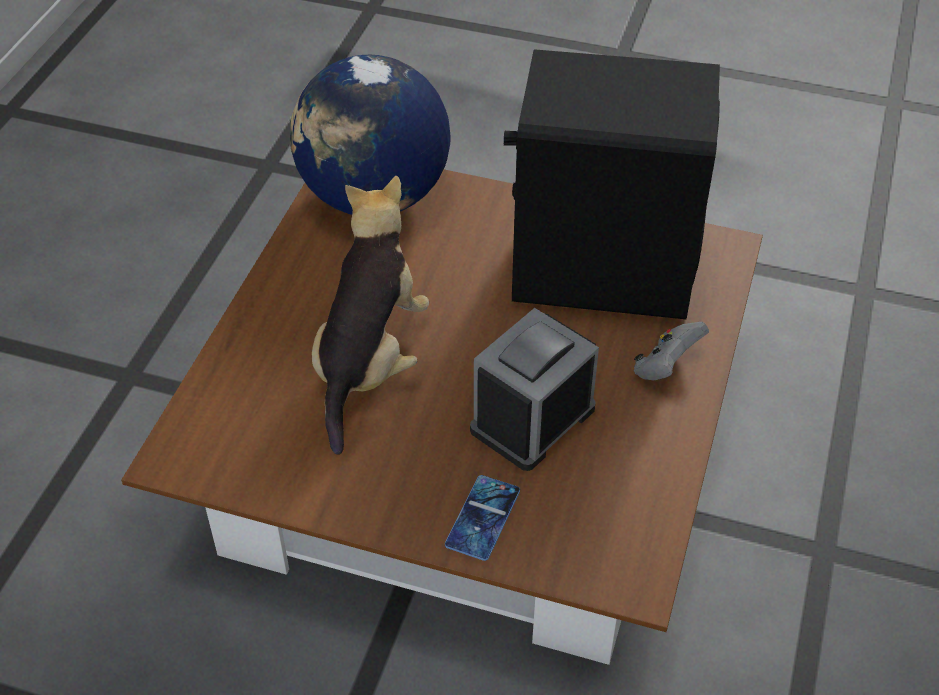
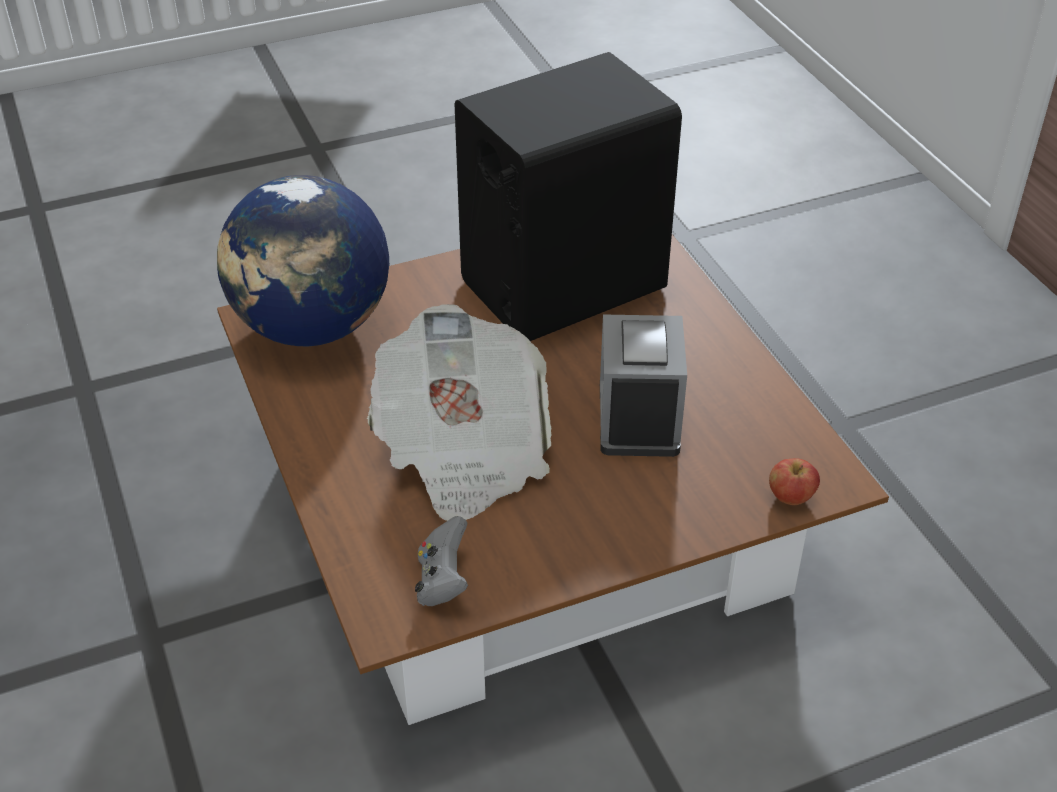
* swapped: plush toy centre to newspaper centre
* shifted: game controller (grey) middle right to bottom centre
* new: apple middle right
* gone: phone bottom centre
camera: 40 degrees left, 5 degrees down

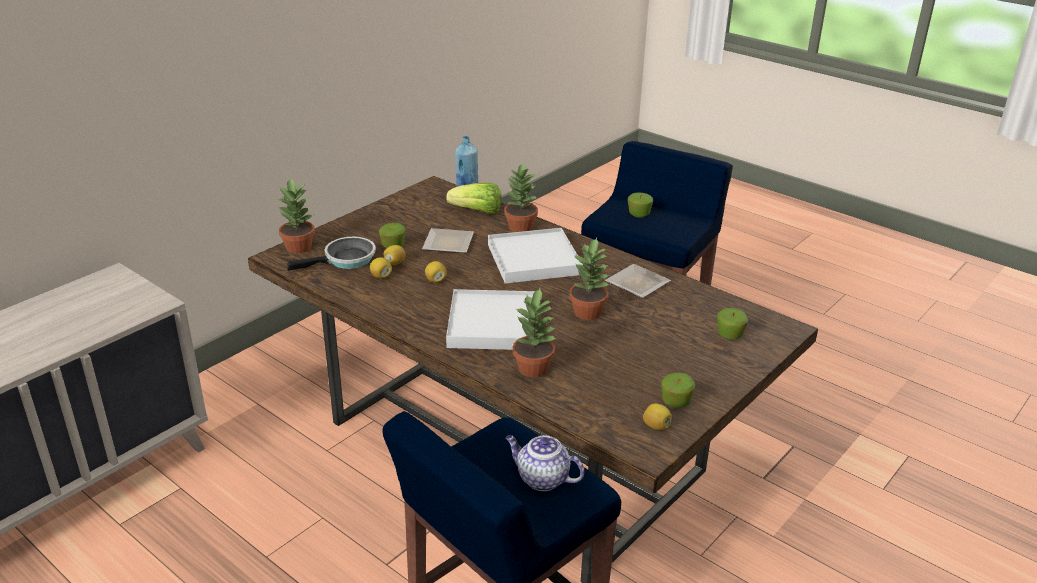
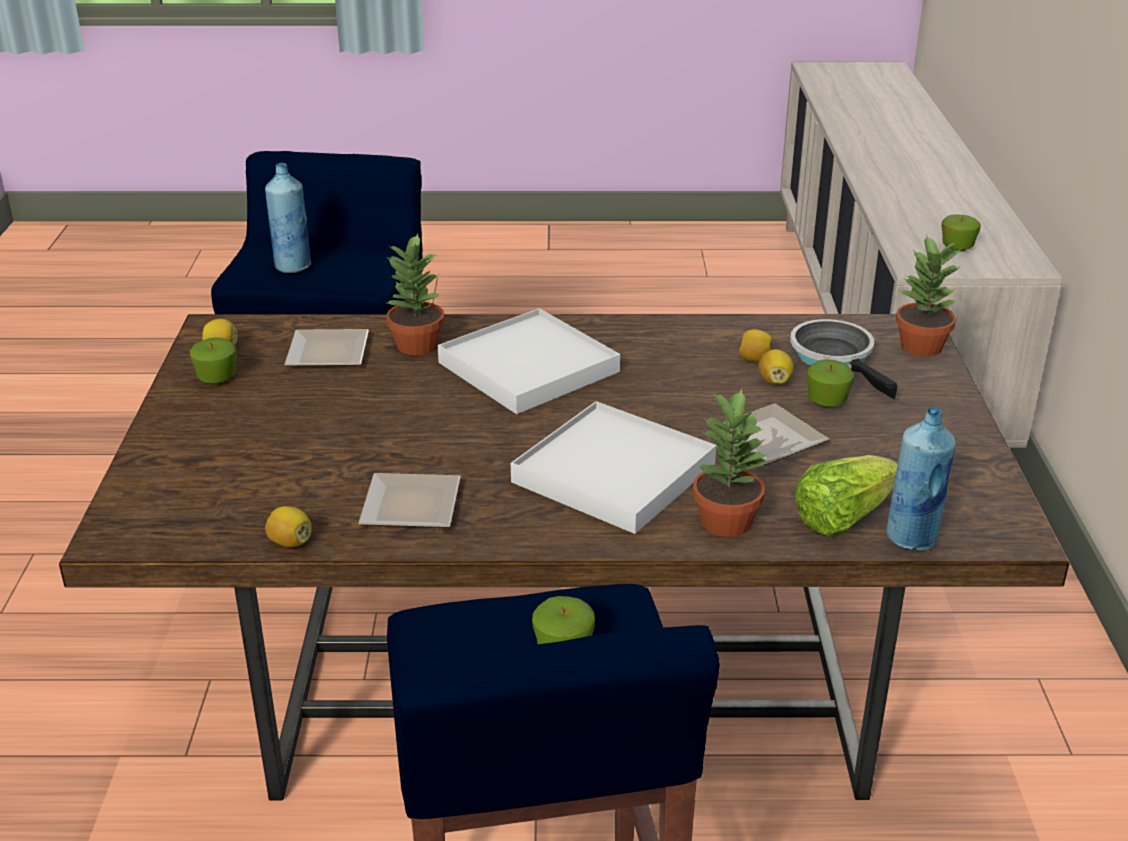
* swapped: teapot bottom centre to bottle (blue) (no. 1 from left) top left
* shifted: lemon (no. 3 from left in the first image) centre to lemon (no. 2 from left) middle left
* new: plate (no. 1 from left) middle left
* rotated: frying pan middle left = middle right 135 degrees clockwise
* shifted: apple (no. 4 from left) middle right to top right
* gone: potted plant (no. 4 from left) centre
camera: 140 degrees right, 0 degrees up

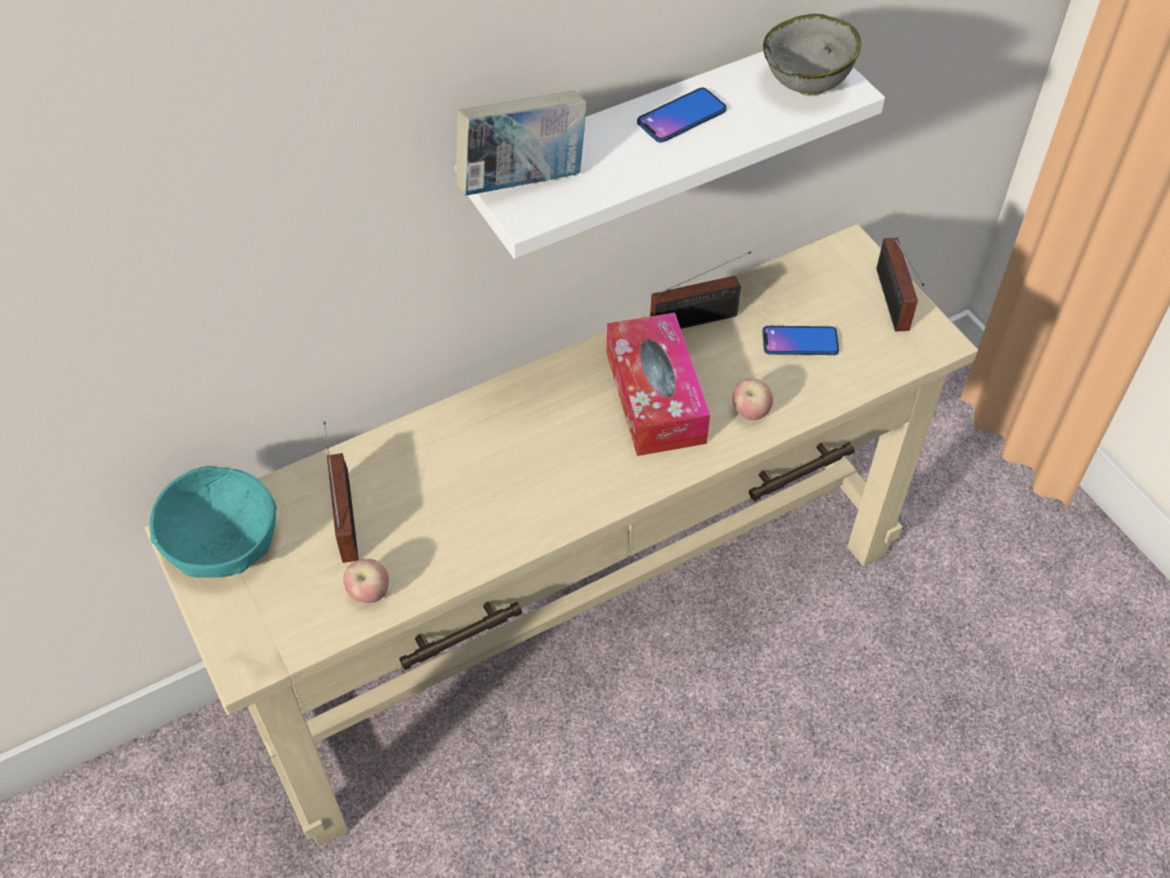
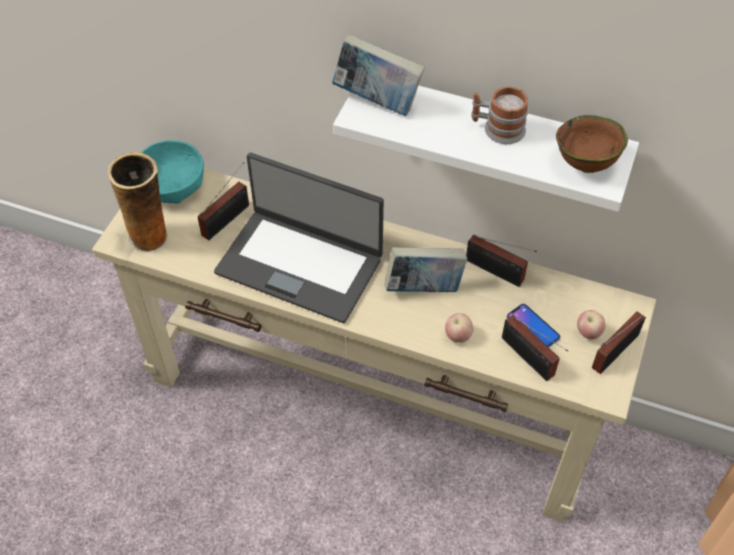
* new: vase middle left
* new: laptop centre
* swapped: tissue box centre to book (no. 2 from left) centre
* swapped: phone (no. 1 from left) top centre to mug top right
* new: radio (no. 3 from left) middle right
* repainted: bowl (grey) top right to bowl (brown) top right
* shifted: apple (no. 1 from left in the first image) middle left to apple (no. 2 from left) middle right
camera: 50 degrees right, 0 degrees up

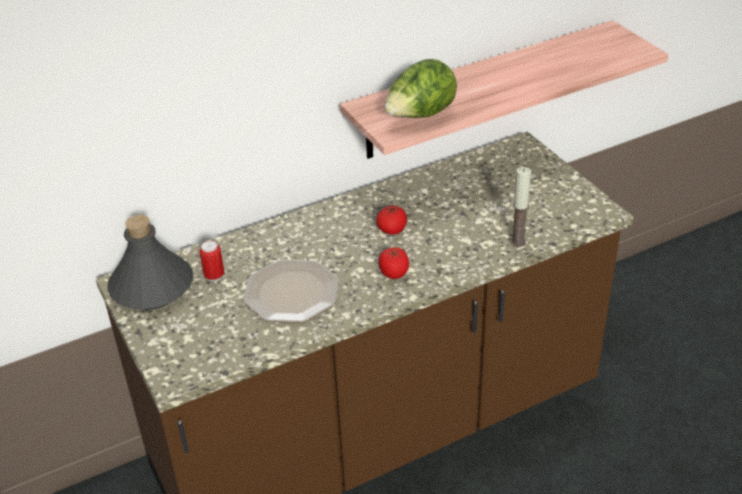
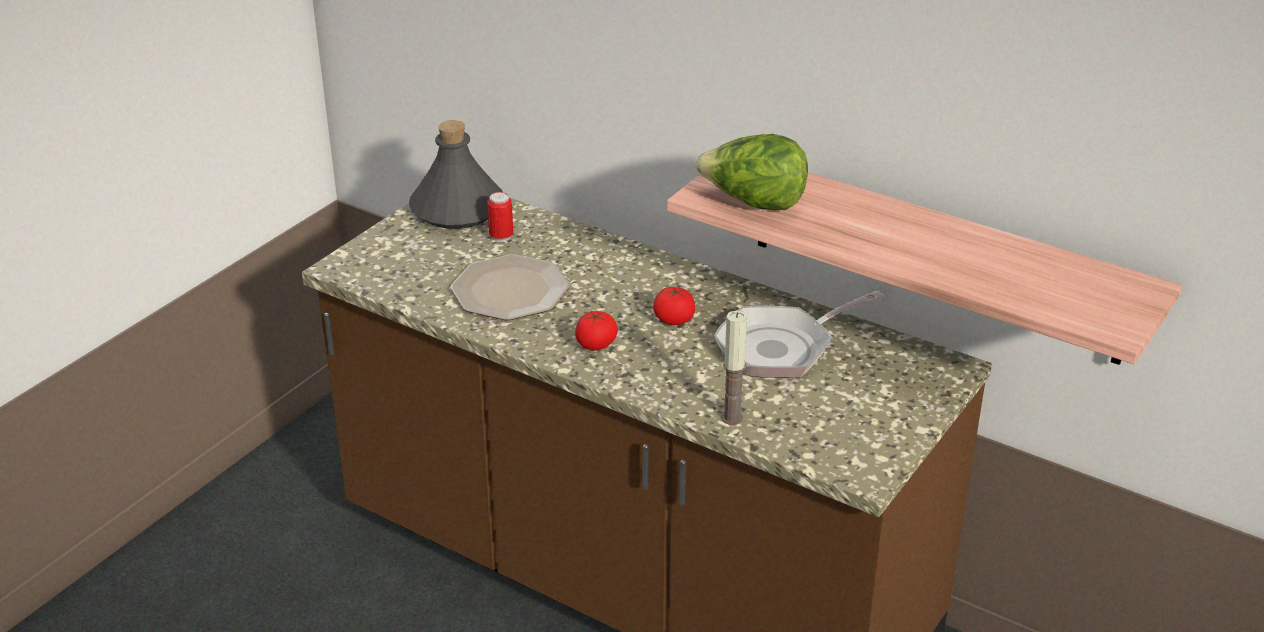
* new: frying pan centre
camera: 60 degrees right, 5 degrees down

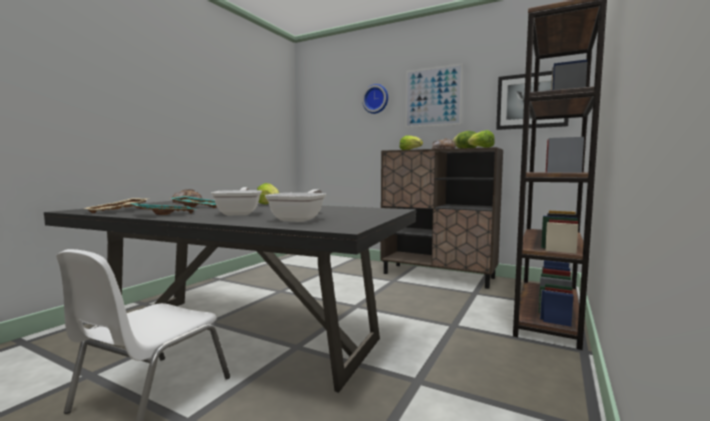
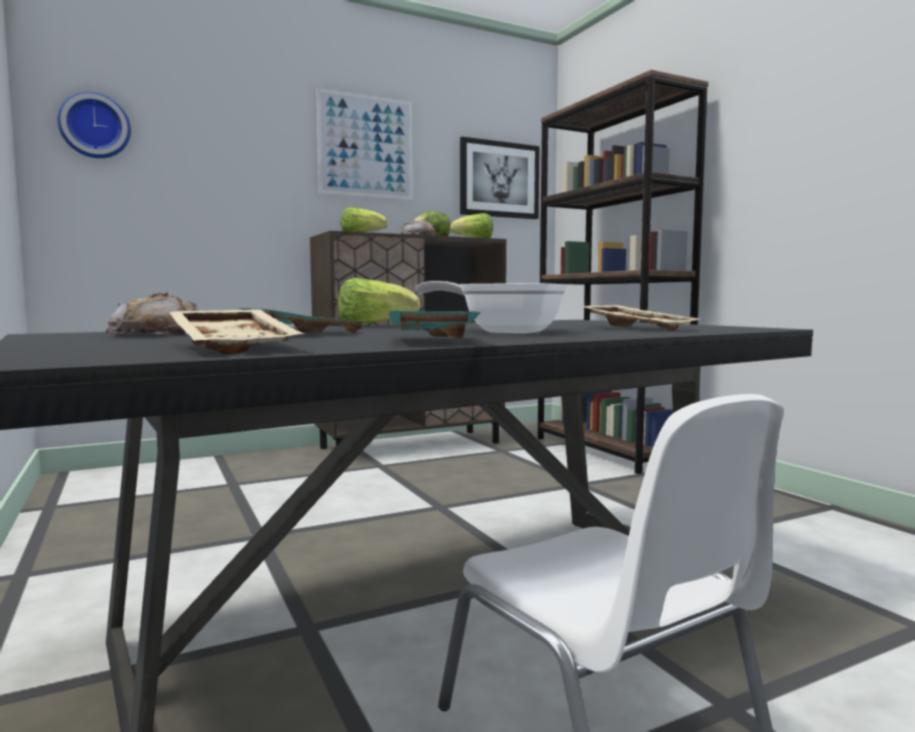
* shifted: wall clock top centre to top left
* swapped: frying pan (no. 2 from left) centre to tray (beige) (no. 2 from left) middle right
camera: 55 degrees left, 0 degrees up

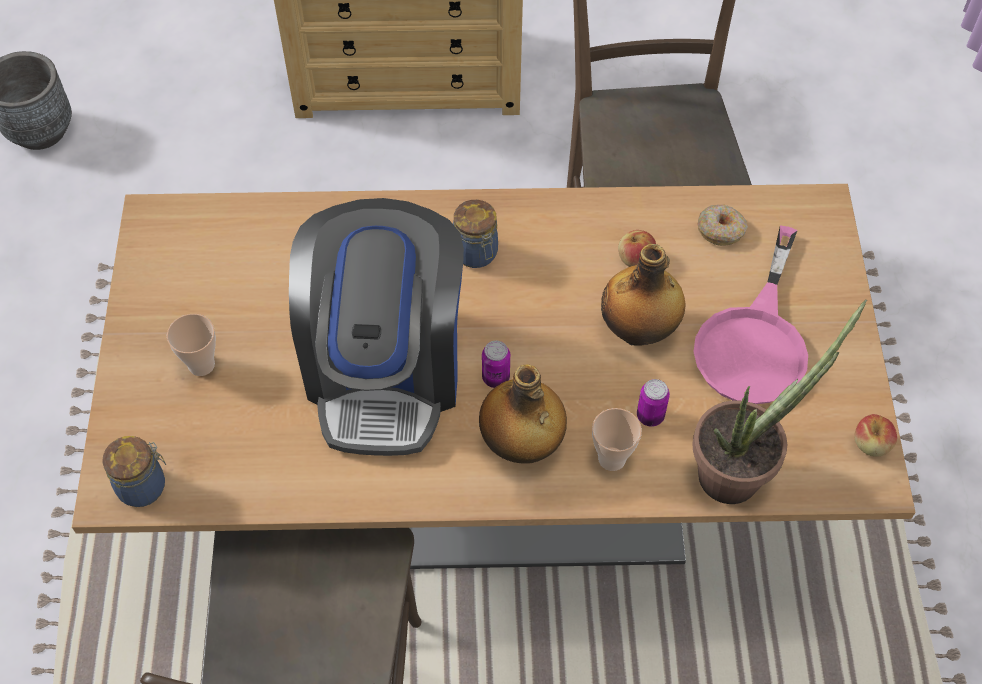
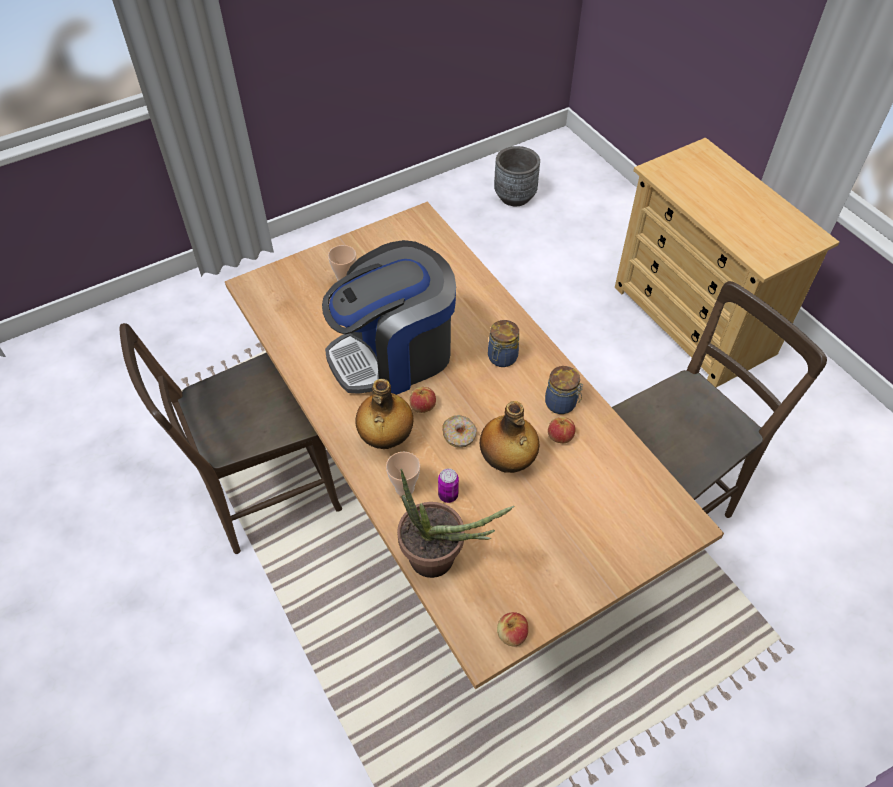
* swapped: can (no. 1 from left) centre to apple (no. 1 from left) centre
* shifted: donut top right to centre
* shifted: jar (no. 1 from left in the first image) bottom left to jar (no. 2 from left) centre
* gone: frying pan (pink) middle right
camera: 60 degrees right, 5 degrees down

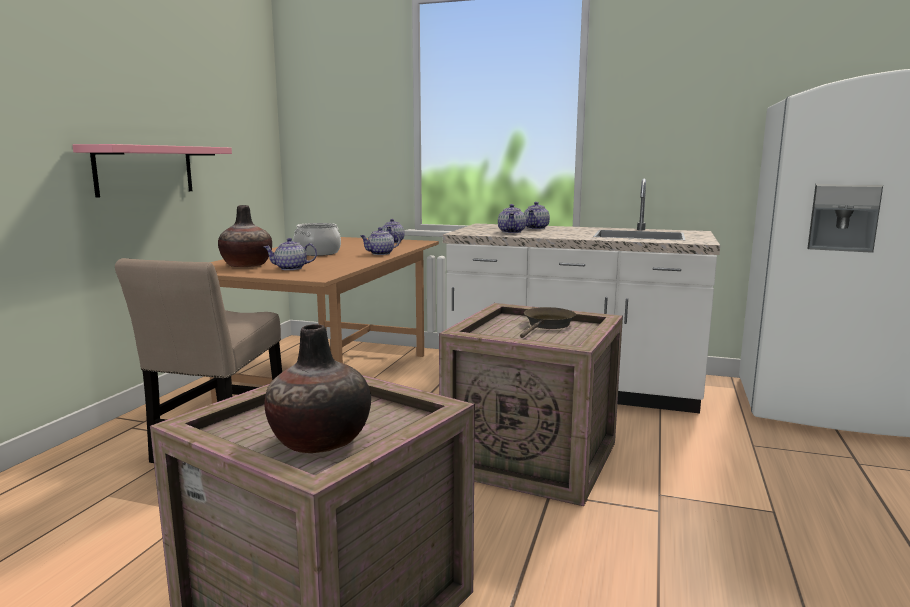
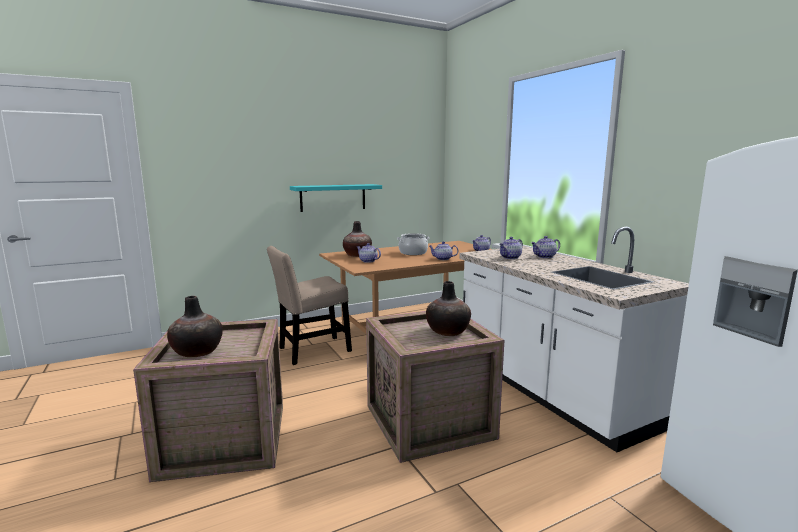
* repainted: shelf (pink) top left to shelf (turquoise) centre
* swapped: frying pan (brown) centre to vase (no. 3 from left) centre
camera: 45 degrees right, 0 degrees up

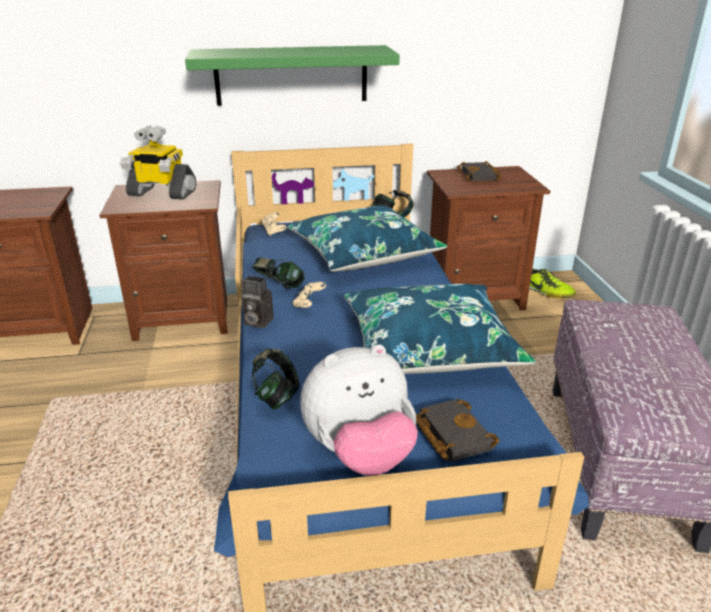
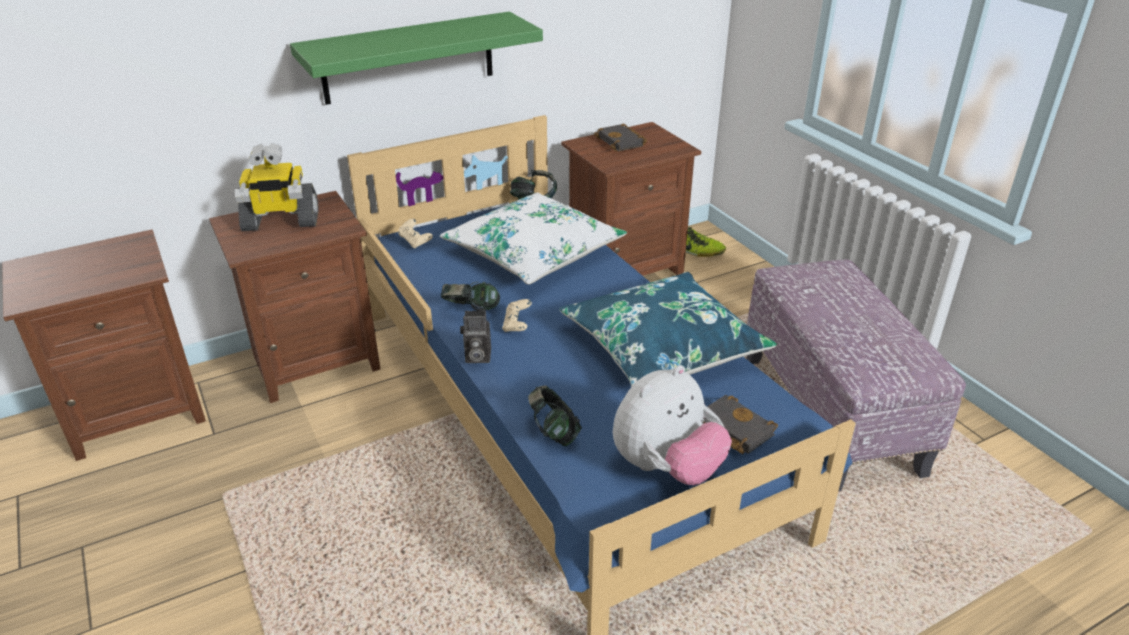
* repainted: pillow (blue) (no. 1 from left) centre to pillow (white) centre
camera: 20 degrees left, 5 degrees up

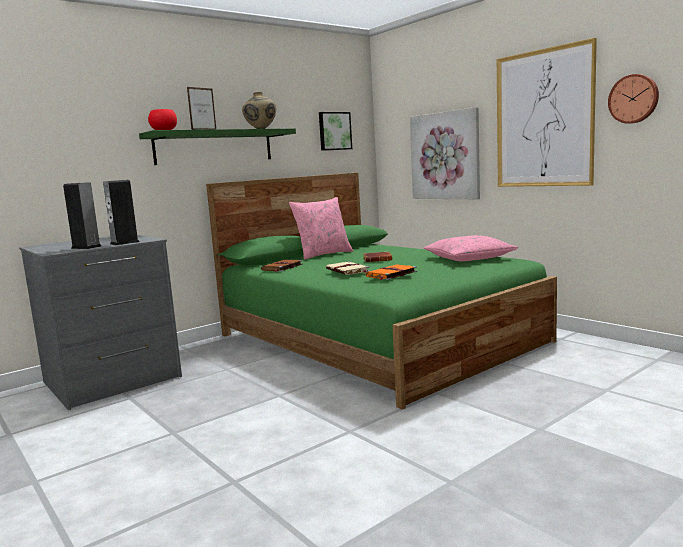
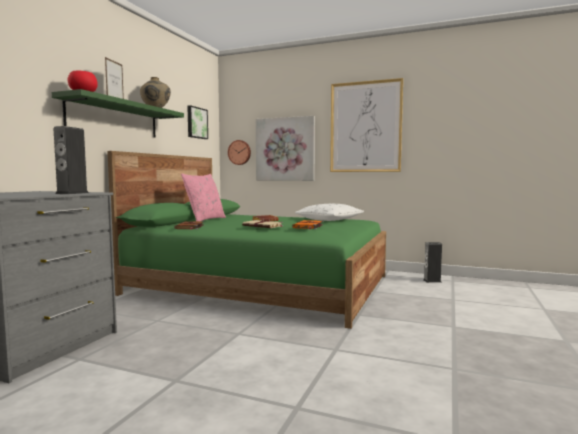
* shifted: wall clock top right to centre
* repainted: pillow (pink) (no. 2 from left) middle right to pillow (white) centre
* shifted: speaker (no. 1 from left in the first image) middle left to speaker (no. 2 from left) middle right
camera: 30 degrees left, 5 degrees down

